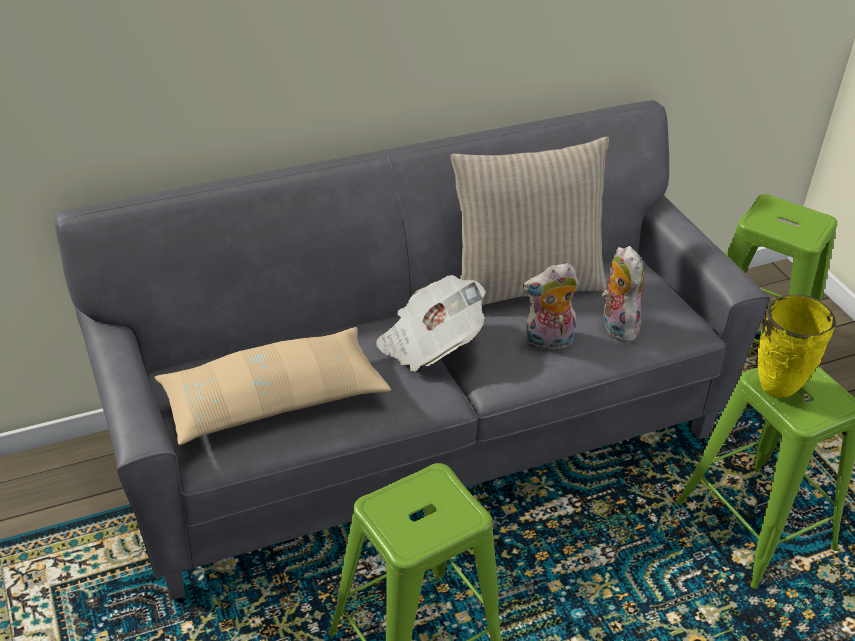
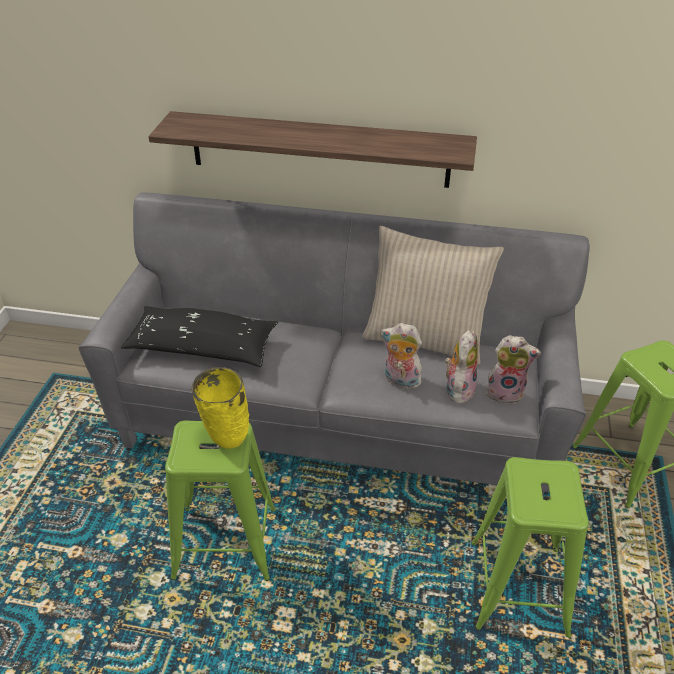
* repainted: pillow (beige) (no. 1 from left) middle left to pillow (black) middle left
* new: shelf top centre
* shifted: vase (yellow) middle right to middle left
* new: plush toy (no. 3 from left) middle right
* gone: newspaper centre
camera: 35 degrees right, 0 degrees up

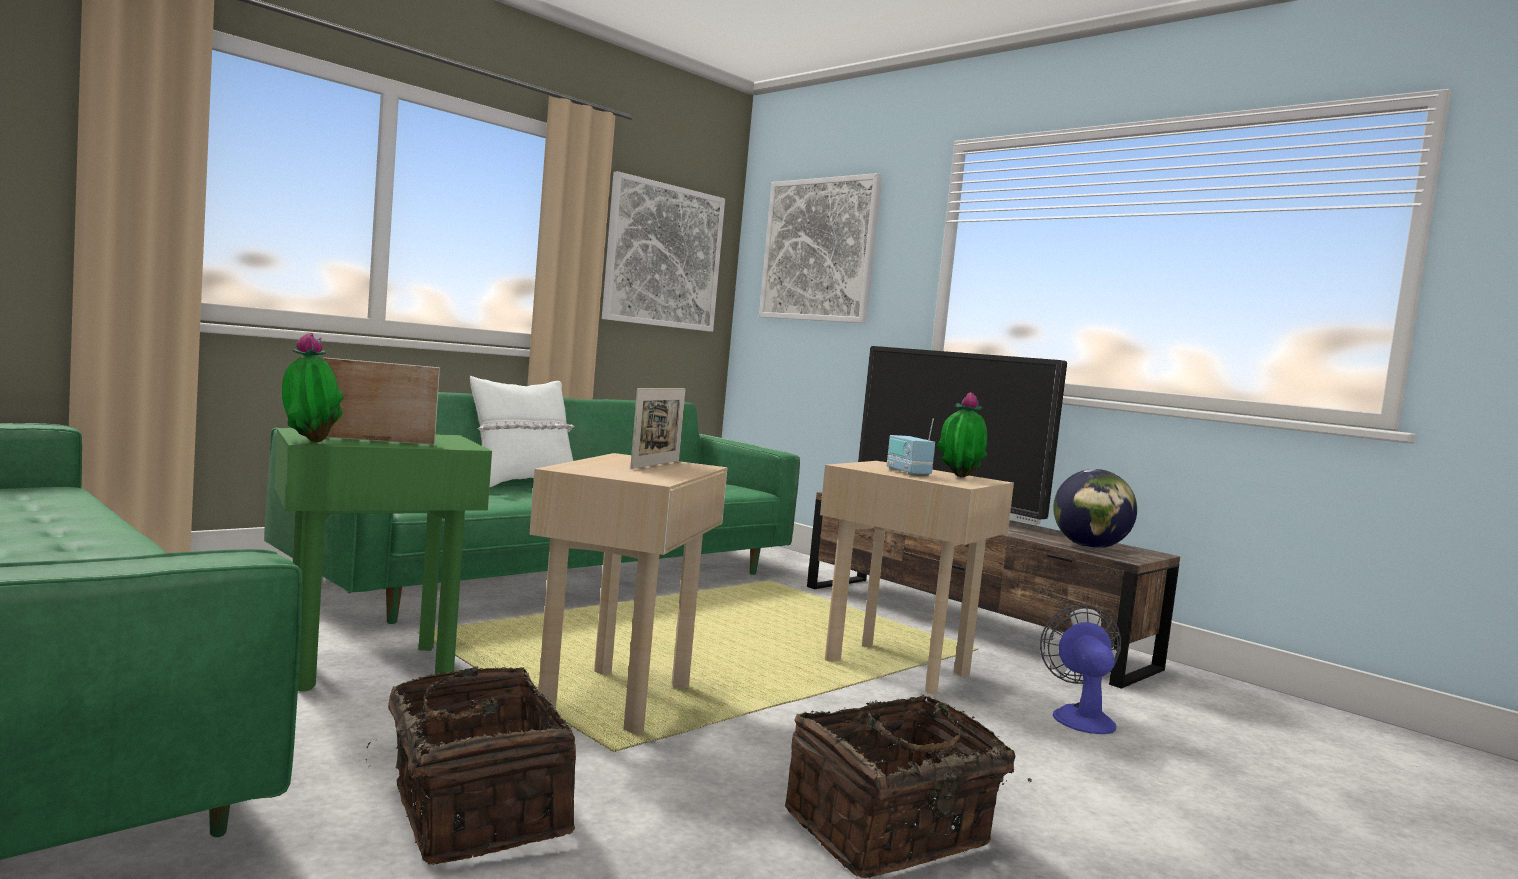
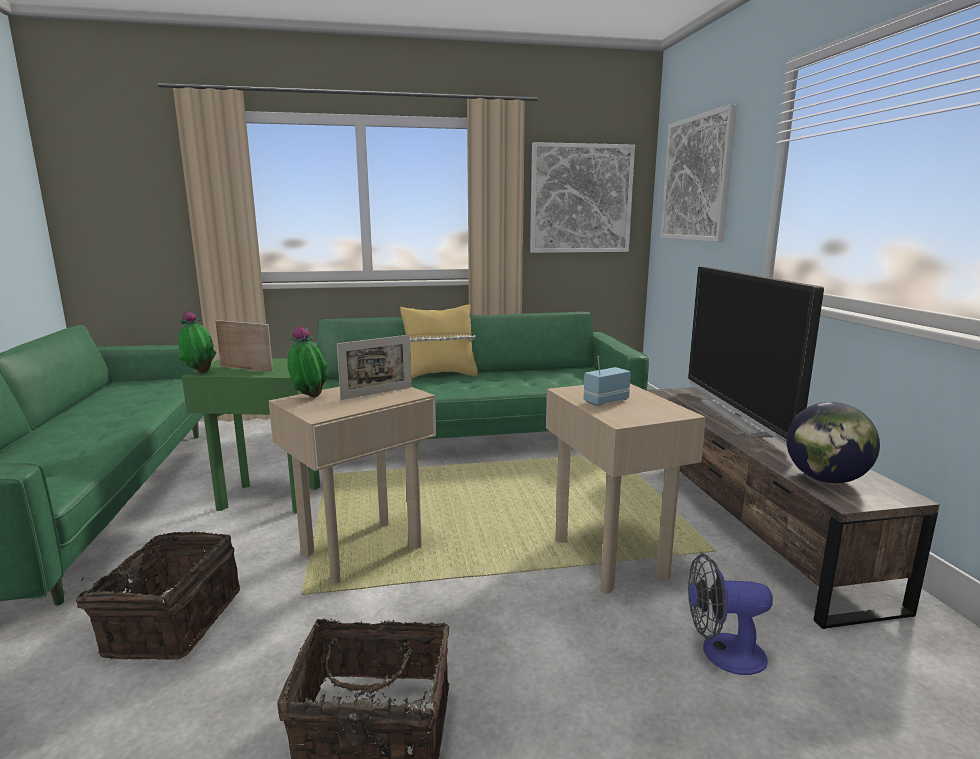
* shifted: potted plant (no. 2 from left) centre to middle left
* repainted: pillow (white) centre to pillow (yellow) centre
* rotated: radio centre = centre 45 degrees clockwise
* rotated: fan bottom right = bottom right 120 degrees counterclockwise
camera: 35 degrees right, 10 degrees up

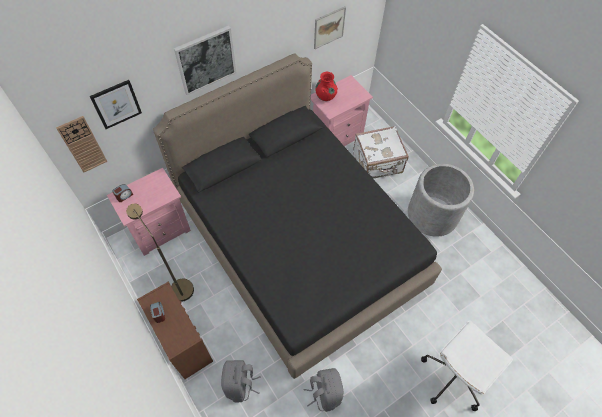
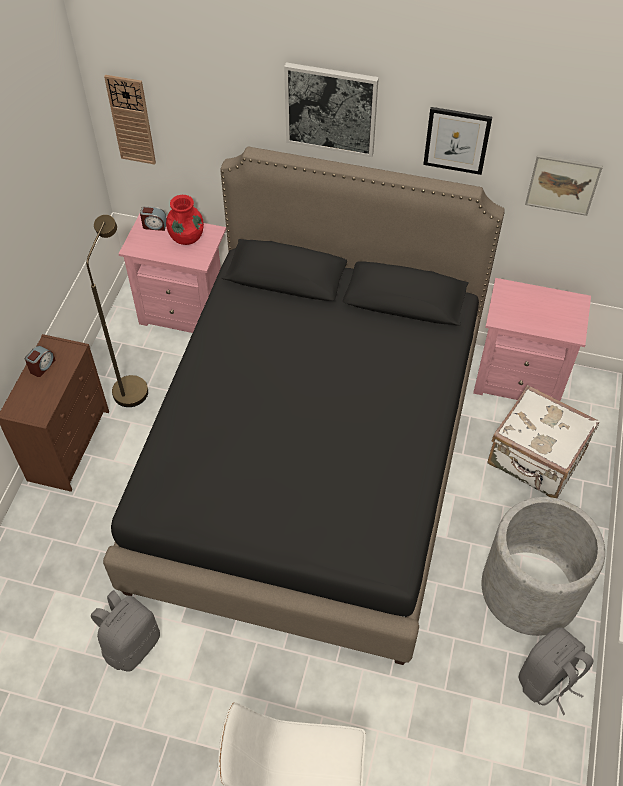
* shifted: vase (red) top centre to top left
* shifted: picture (no. 1 from left in the first image) top left to picture (no. 2 from left) top right
* shifted: backpack (grey) (no. 1 from left in the first image) bottom centre to backpack (grey) (no. 2 from left) bottom right
camera: 50 degrees right, 5 degrees down

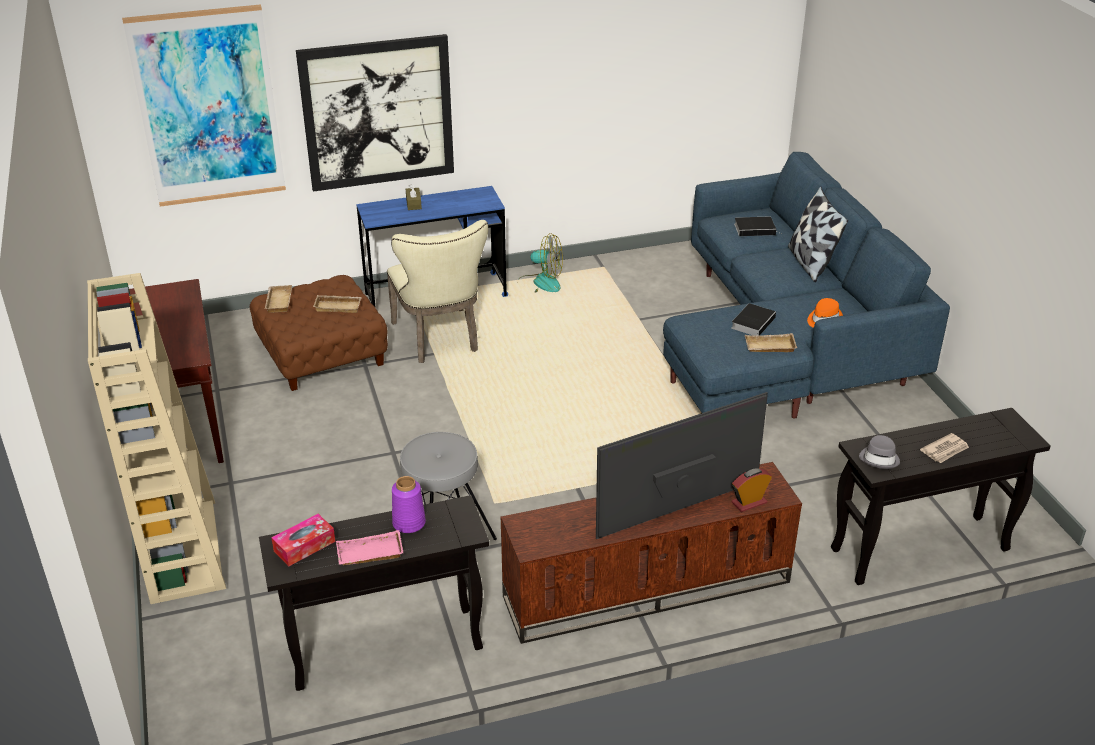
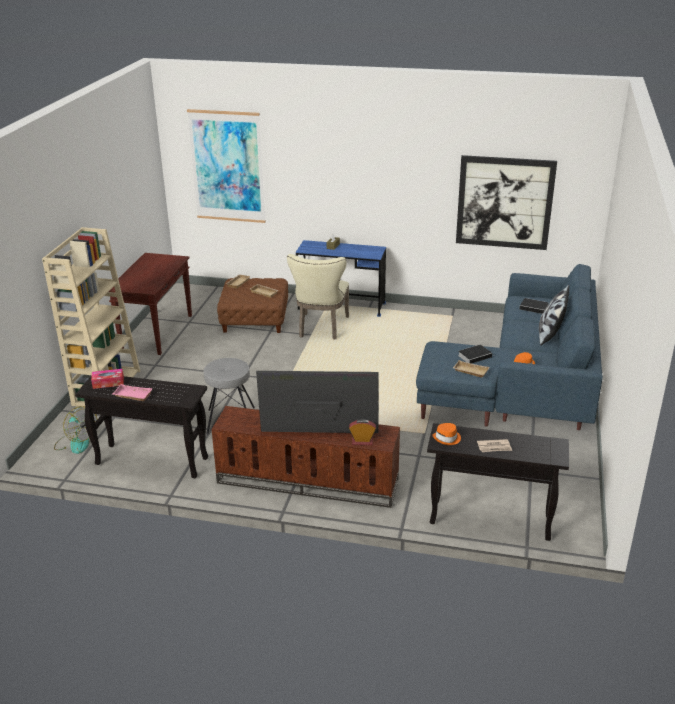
* shifted: fan centre to middle left
* repainted: hat (grey) middle right to hat (orange) (no. 1 from left) centre
* shifted: picture (no. 2 from left) top centre to top right
* gone: vase (purple) bottom centre
camera: 30 degrees right, 5 degrees down

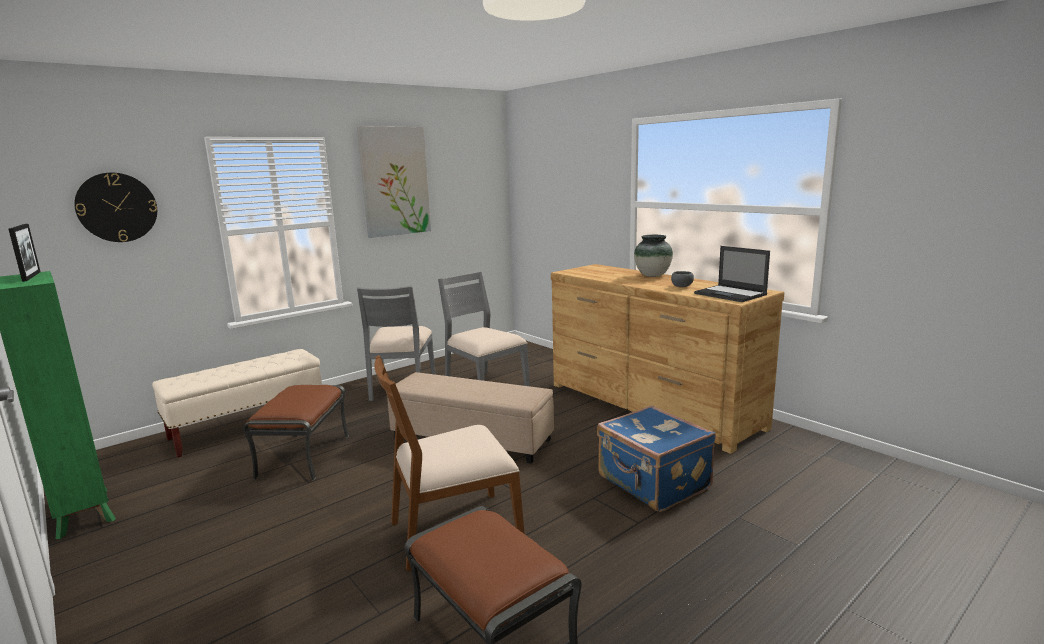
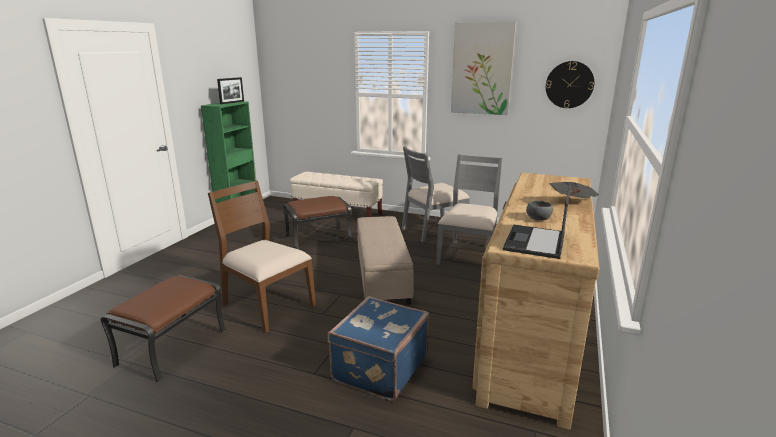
* shifted: wall clock top left to top right
* swapped: vase centre to newspaper middle right
camera: 60 degrees right, 5 degrees up

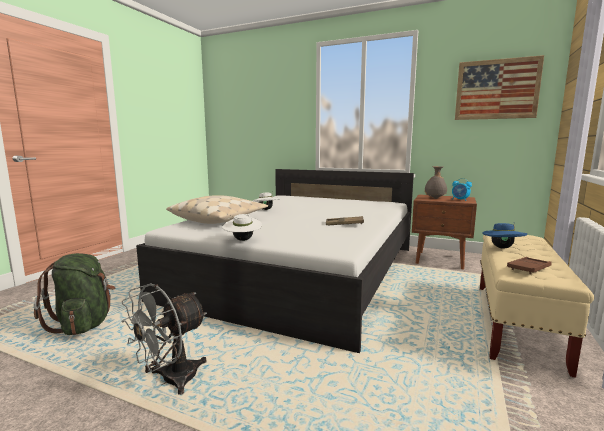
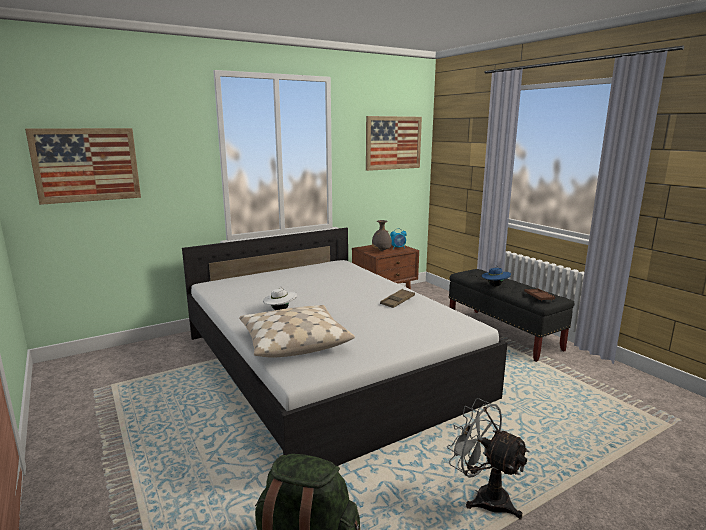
* new: picture (no. 1 from left) top left
* rotated: fan (grey) bottom left = bottom right 150 degrees clockwise
* repainted: bench (beige) bottom right to bench (black) middle right
* gone: hat (white) (no. 1 from left) centre
camera: 55 degrees left, 5 degrees up

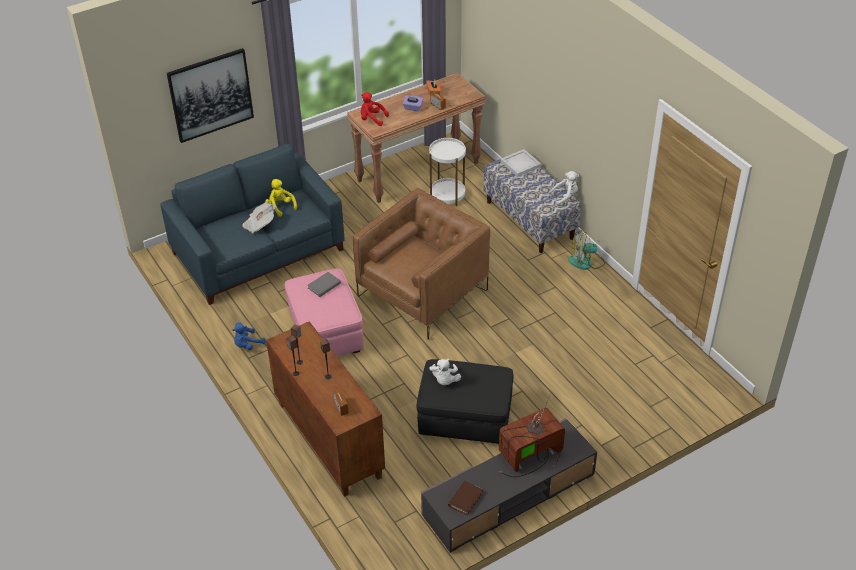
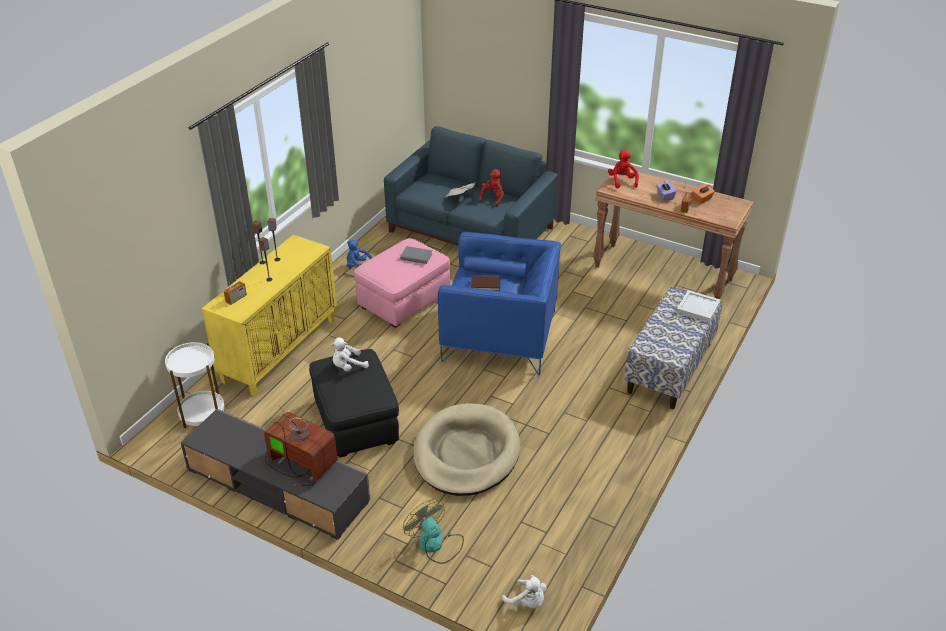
* shifted: side table (white) top centre to middle left
* repainted: cabinet (brown) bottom centre to cabinet (yellow) middle left
* shifted: fan middle right to bottom centre
* new: dog bed (beige) bottom centre
* repainted: armchair (brown) centre to armchair (blue) centre
* shifted: book (brown) bottom centre to centre
* repainted: plush toy (yellow) middle left to plush toy (red) (no. 1 from left) top centre
* shifted: plush toy (white) (no. 2 from left) top centre to bottom centre
* gone: picture top left
camera: 60 degrees right, 5 degrees down

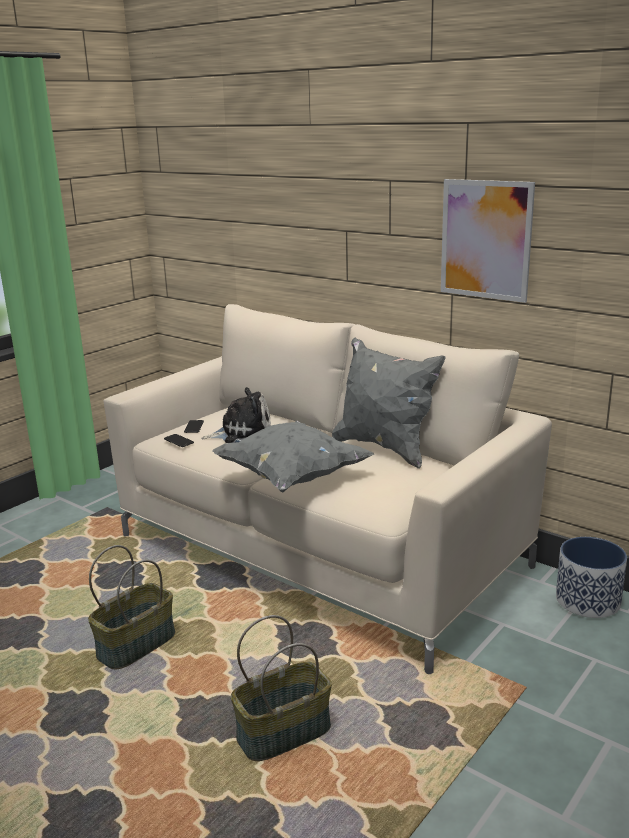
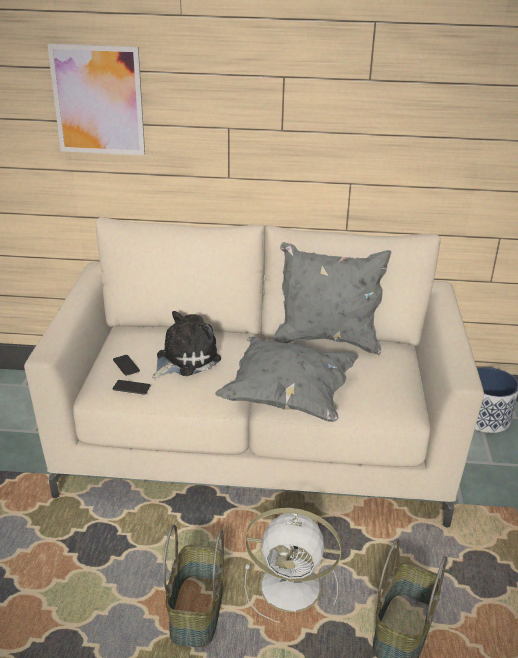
* shifted: picture top right to top left
* new: fan (white) bottom centre
camera: 35 degrees left, 10 degrees up

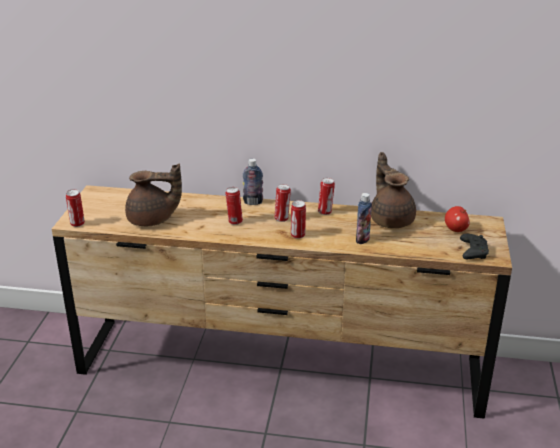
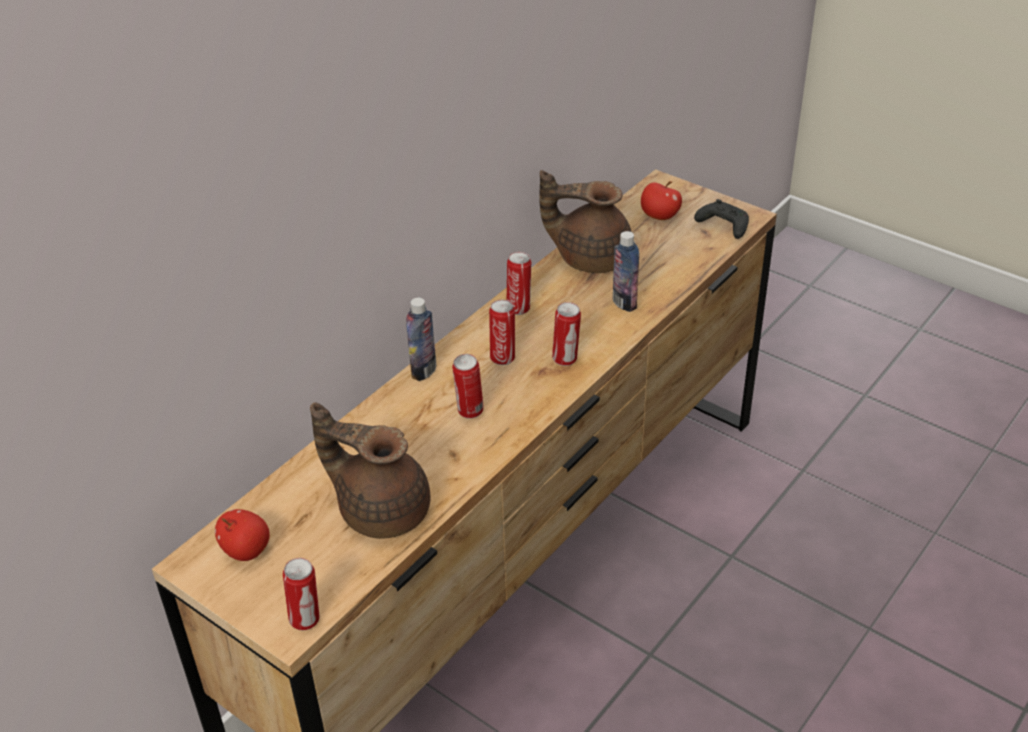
* new: apple (no. 1 from left) bottom left
* rotated: teapot (brown) (no. 1 from left) middle left = centre 90 degrees counterclockwise
camera: 60 degrees left, 10 degrees up

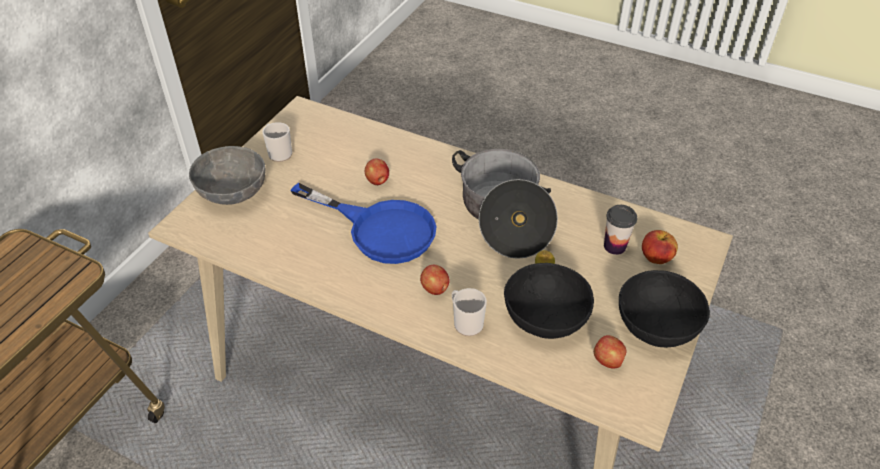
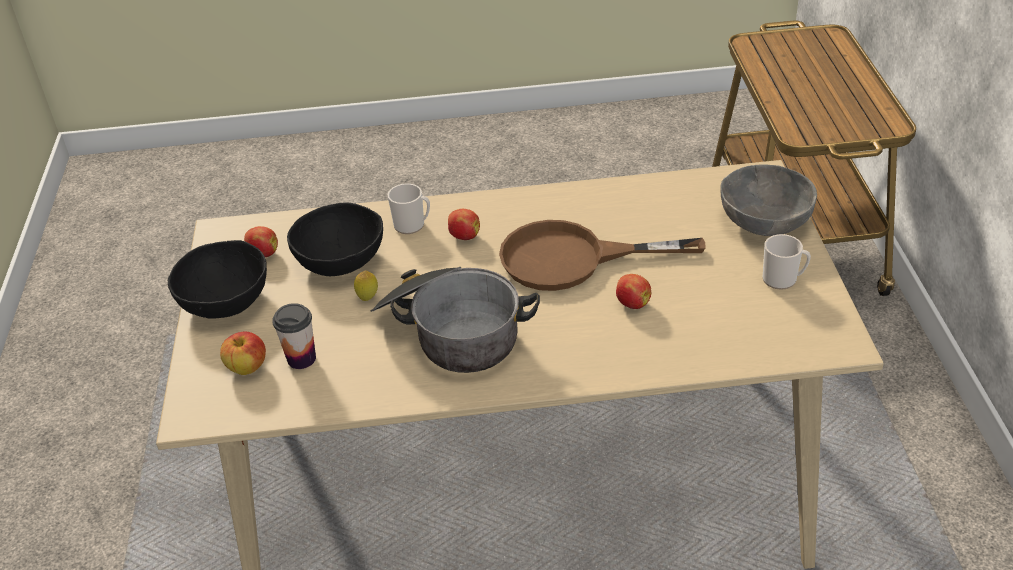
* repainted: frying pan (blue) centre to frying pan (brown) centre
camera: 150 degrees right, 5 degrees down

